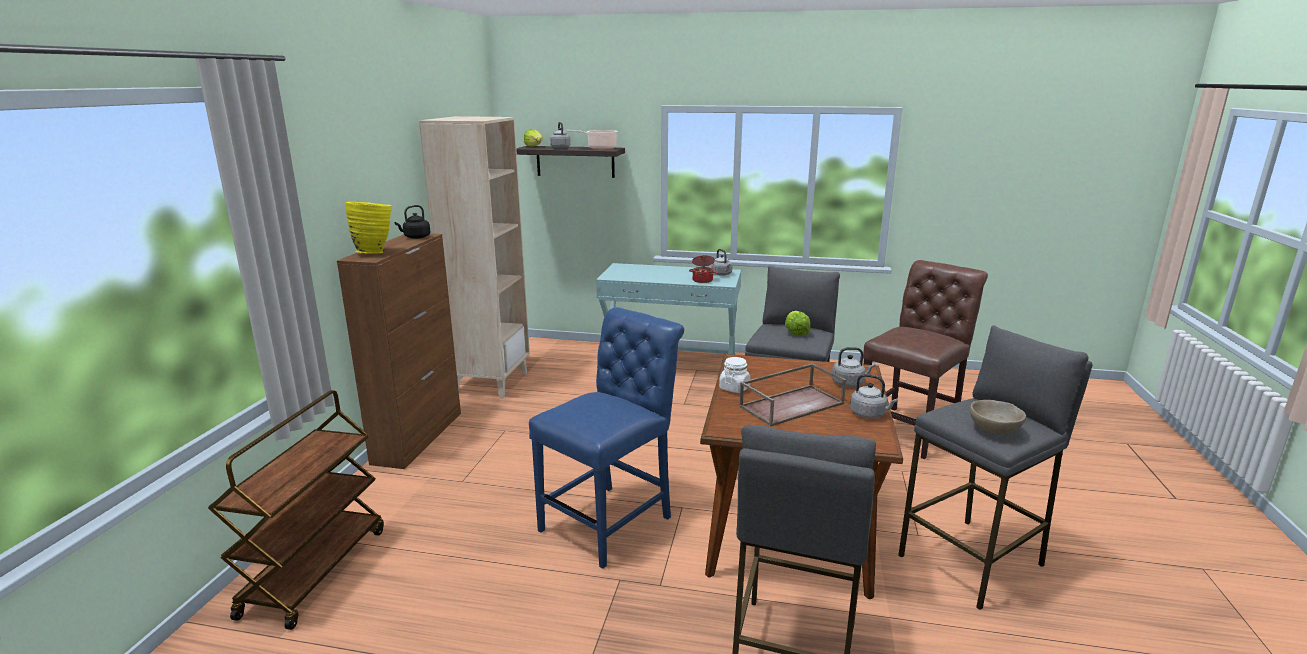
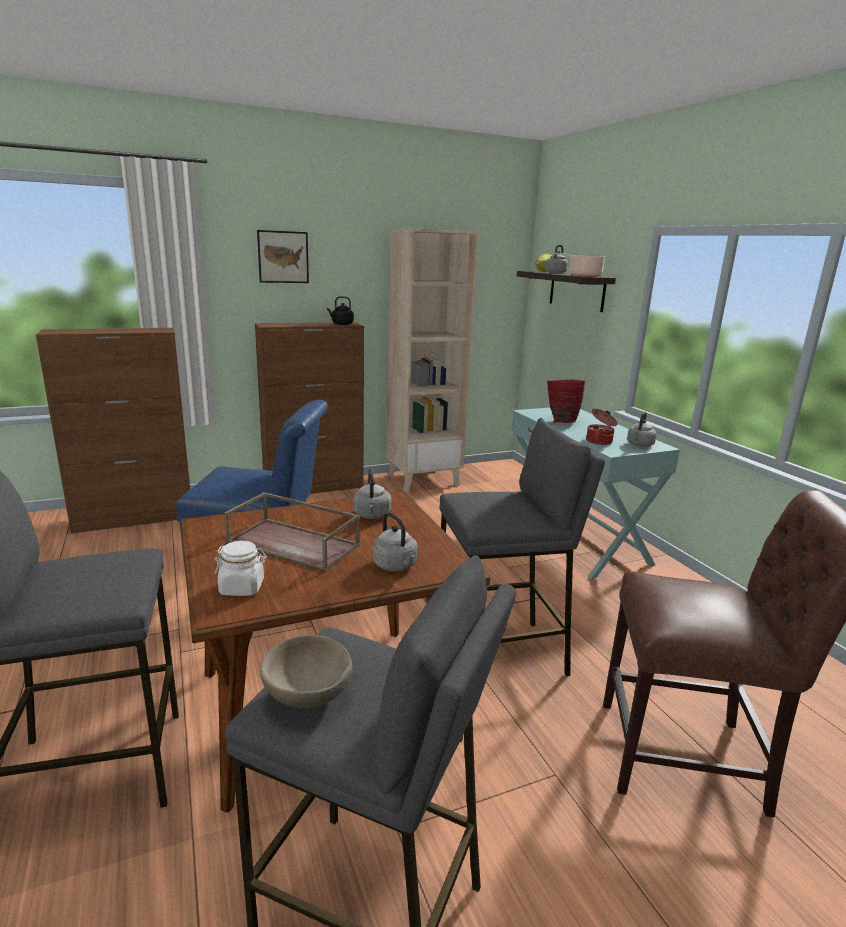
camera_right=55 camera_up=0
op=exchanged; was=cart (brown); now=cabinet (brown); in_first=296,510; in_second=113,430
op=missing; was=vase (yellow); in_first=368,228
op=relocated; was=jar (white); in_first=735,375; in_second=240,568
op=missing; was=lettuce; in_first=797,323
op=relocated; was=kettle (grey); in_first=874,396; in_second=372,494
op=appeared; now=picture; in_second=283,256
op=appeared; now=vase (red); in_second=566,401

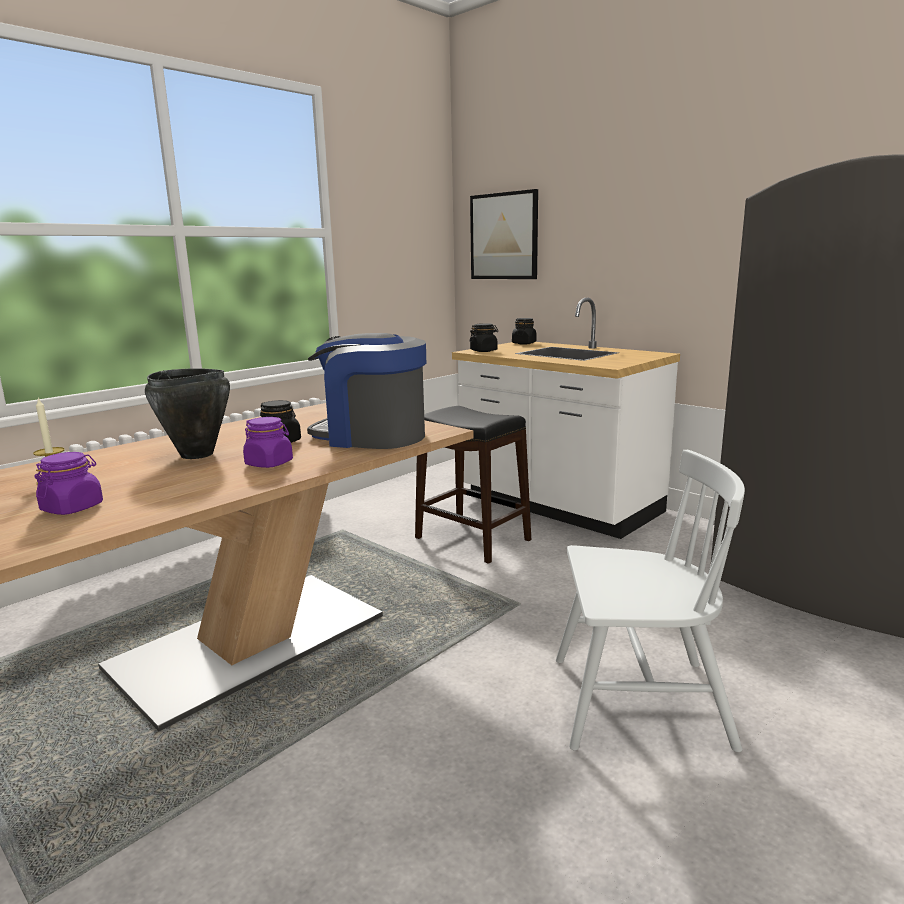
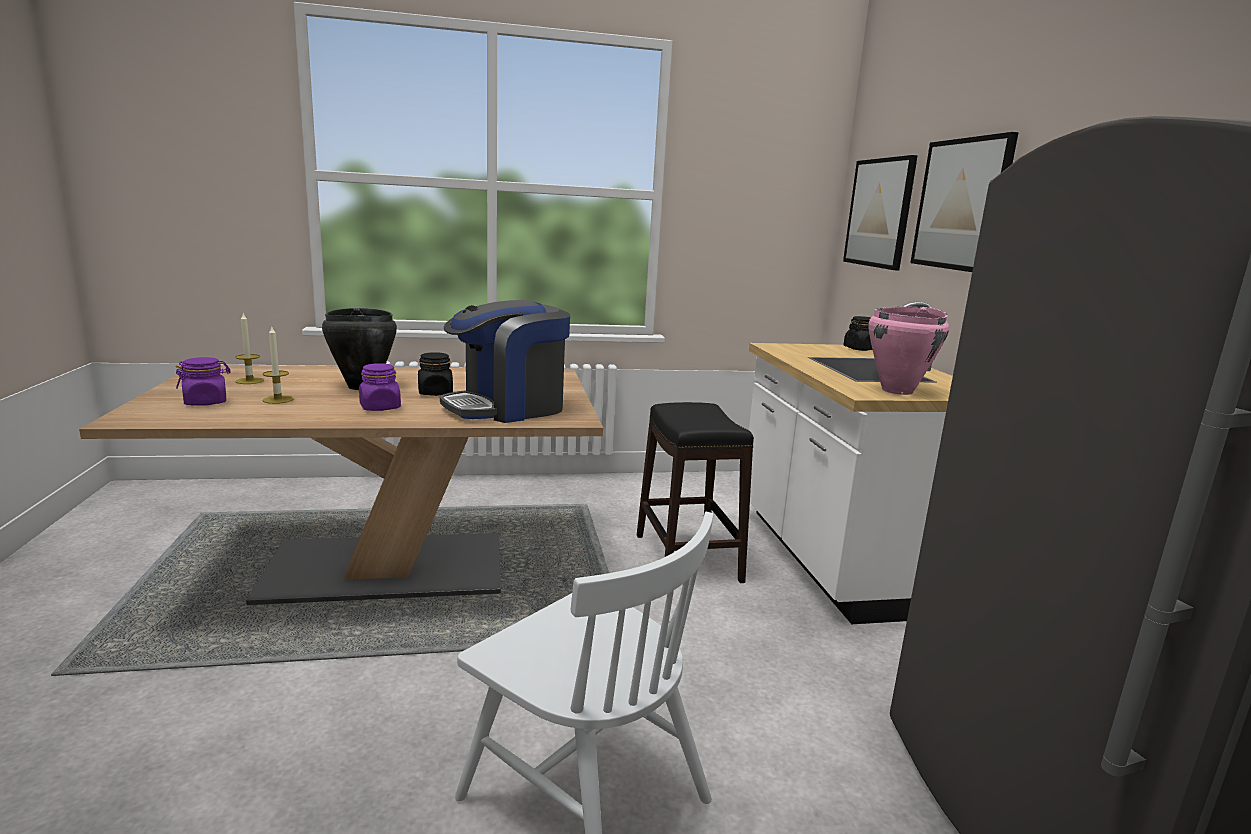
camera_right=35 camera_up=0
op=spun; was=coffee machine; in_first=366,391; in_second=505,361; clockwise=-90
op=missing; was=jar (black); in_first=484,337
op=appeared; now=candle; in_second=277,364
op=appeared; now=cooking pot (pink); in_second=908,351
op=appeared; now=picture; in_second=964,202

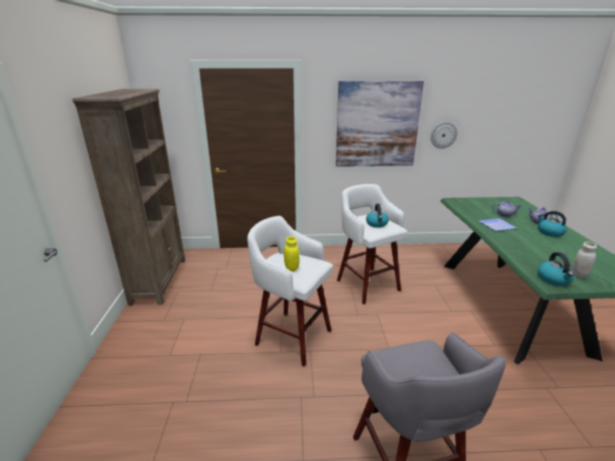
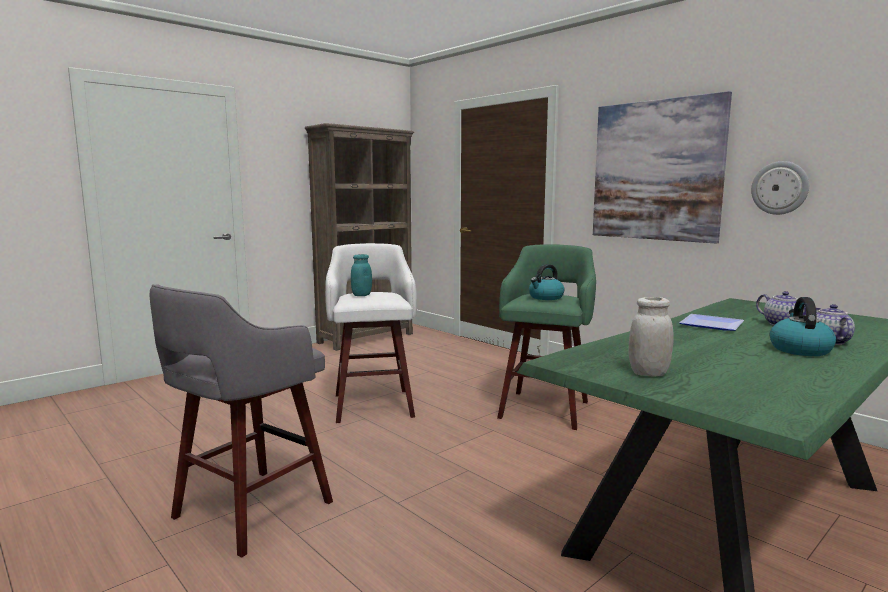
camera_right=50 camera_up=-15
op=colour; was=jar (yellow); now=jar (turquoise); in_first=291,254; in_second=361,275
op=colour; was=stool (white); now=stool (green); in_first=372,244; in_second=546,337
op=missing; was=kettle; in_first=556,269

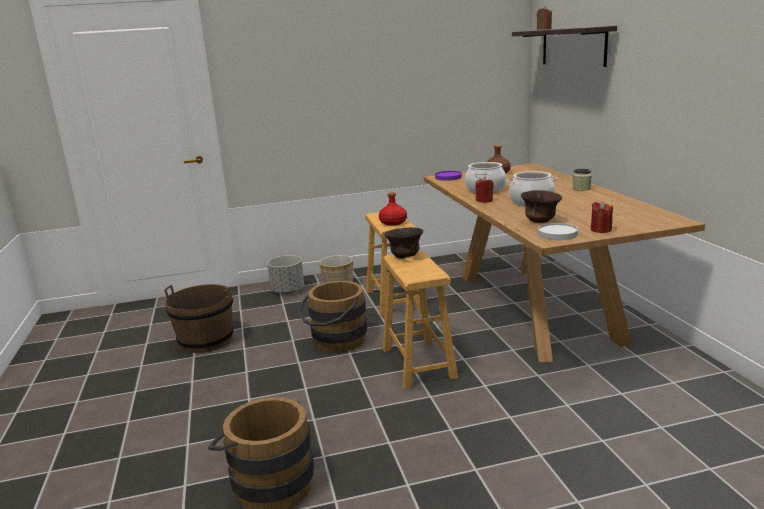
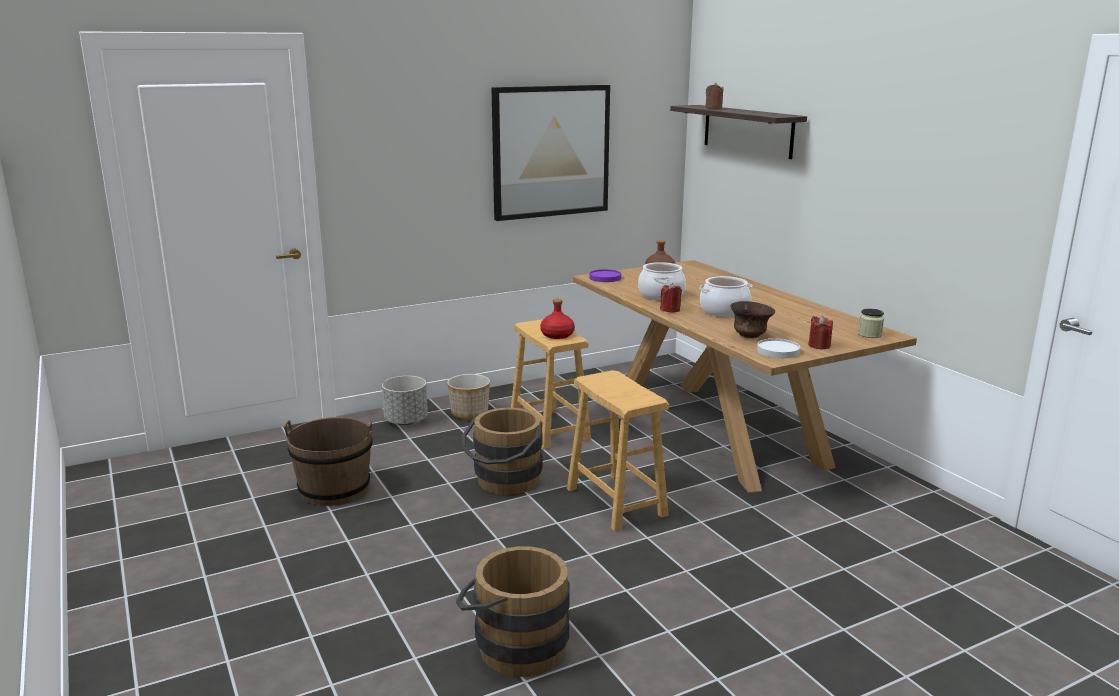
camera_right=-15 camera_up=0
op=missing; was=bowl (brown); in_first=403,243
op=relocated; was=jar; in_first=582,180; in_second=871,323
op=appeared; now=picture; in_second=550,153

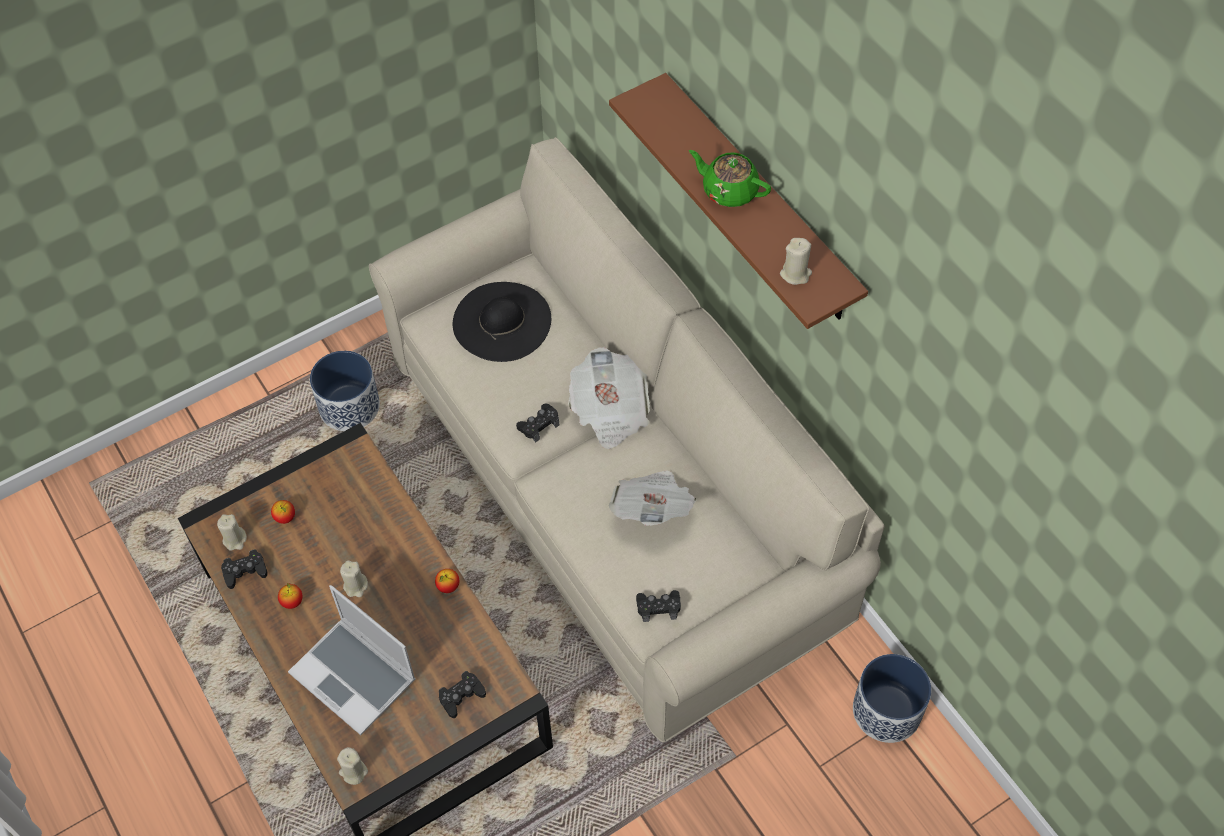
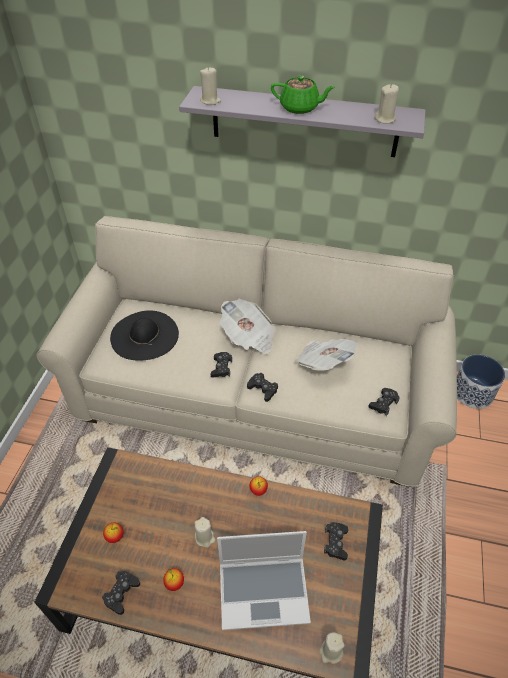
camera_right=-45 camera_up=-10
op=relocated; was=candle (beige); in_first=232,532; in_second=210,86
op=missing; was=planter; in_first=345,391
op=colour; was=shelf (brown); now=shelf (grey); in_first=738,201; in_second=302,121
op=spun; was=teapot (green); in_first=730,178; in_second=303,94; clockwise=-150
op=appeared; now=game controller (black); in_second=262,387

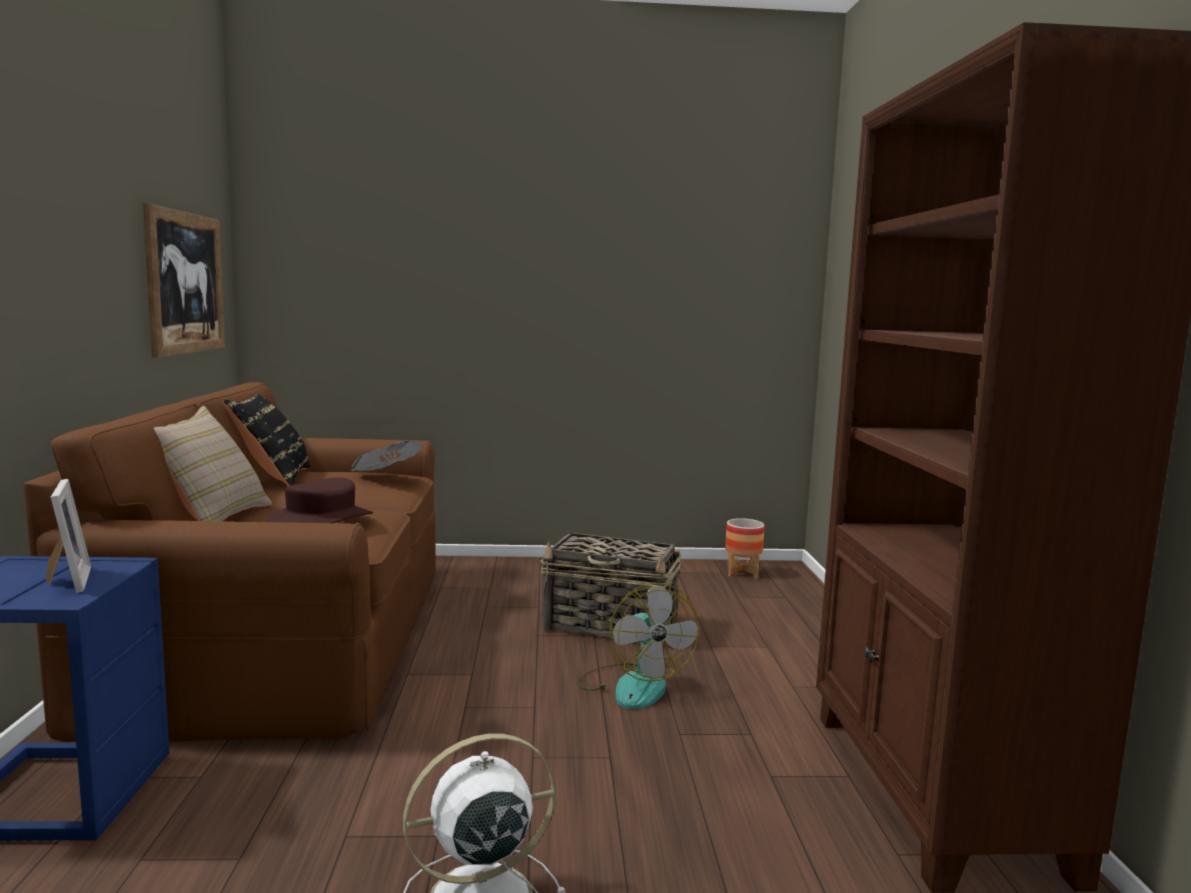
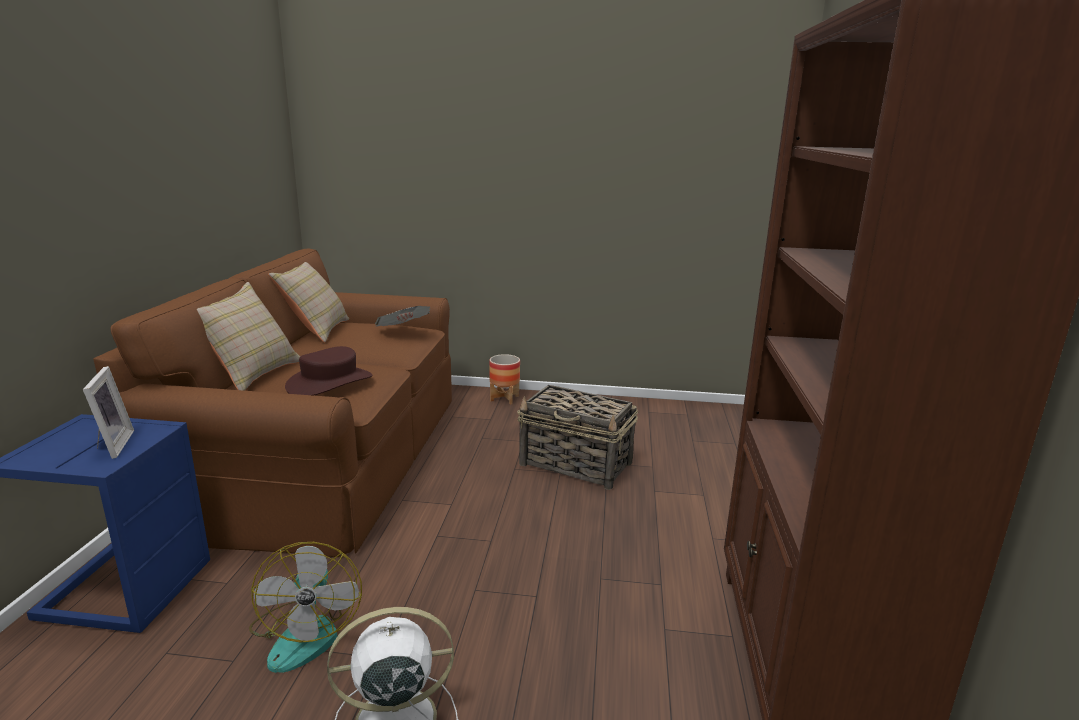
camera_right=10 camera_up=10
op=missing; was=picture; in_first=184,280
op=colour; was=pillow (black); now=pillow (beige); in_first=266,440; in_second=308,302
op=relocated; was=fan; in_first=637,646; in_second=305,607
op=relocated; was=planter; in_first=745,548; in_second=504,379

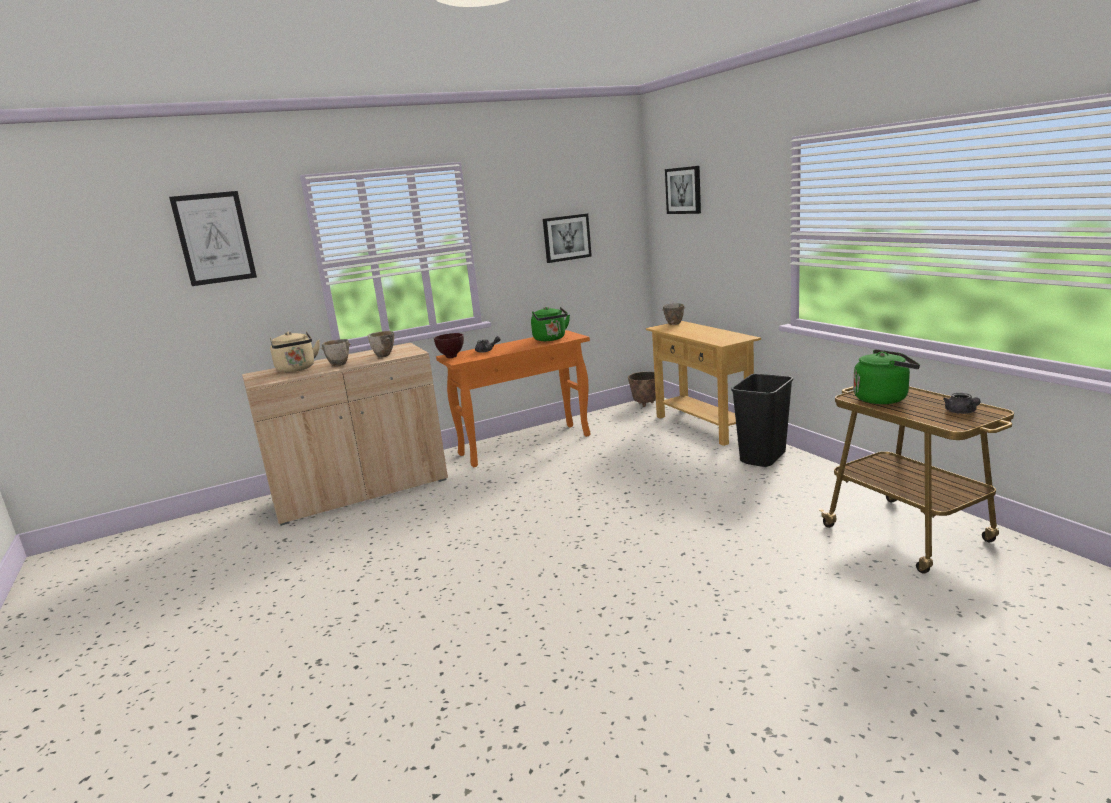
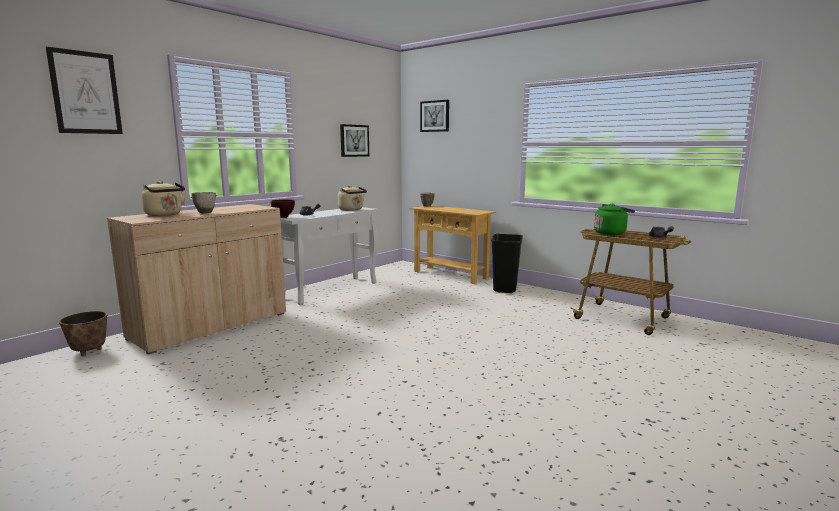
camera_right=-25 camera_up=-5
op=missing; was=bowl; in_first=381,344
op=colour; was=console table (orange); now=console table (white); in_first=513,398; in_second=330,256
op=colour; was=kettle (green); now=kettle (beige); in_first=550,324; in_second=352,198
op=relocated; was=planter; in_first=642,389; in_second=83,333

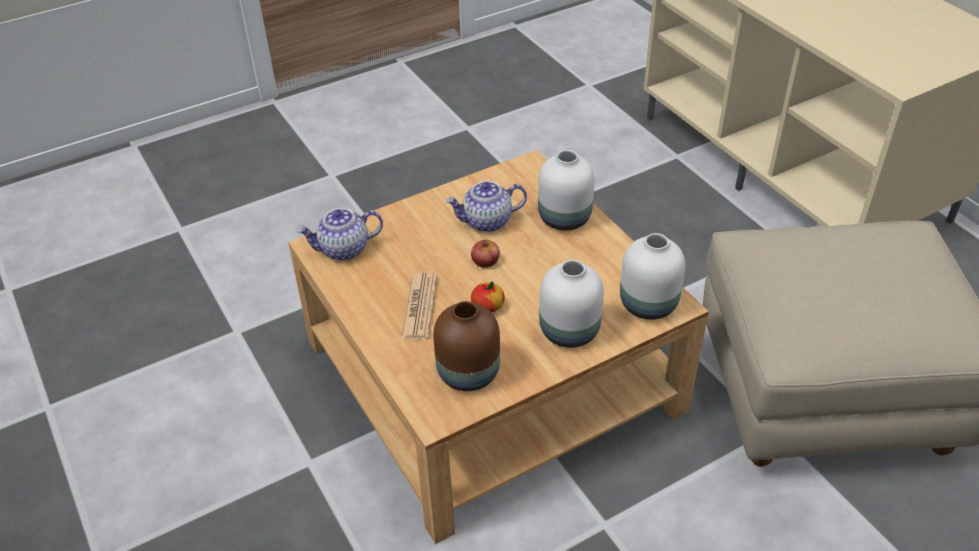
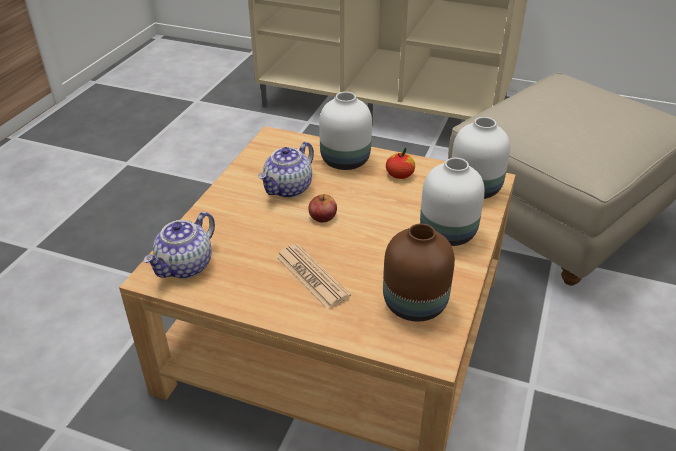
camera_right=-40 camera_up=-5
op=relocated; was=apple; in_first=488,297; in_second=400,163

